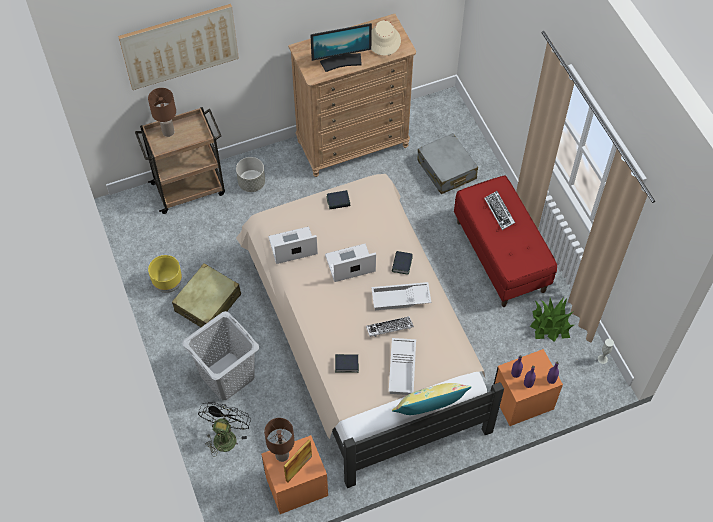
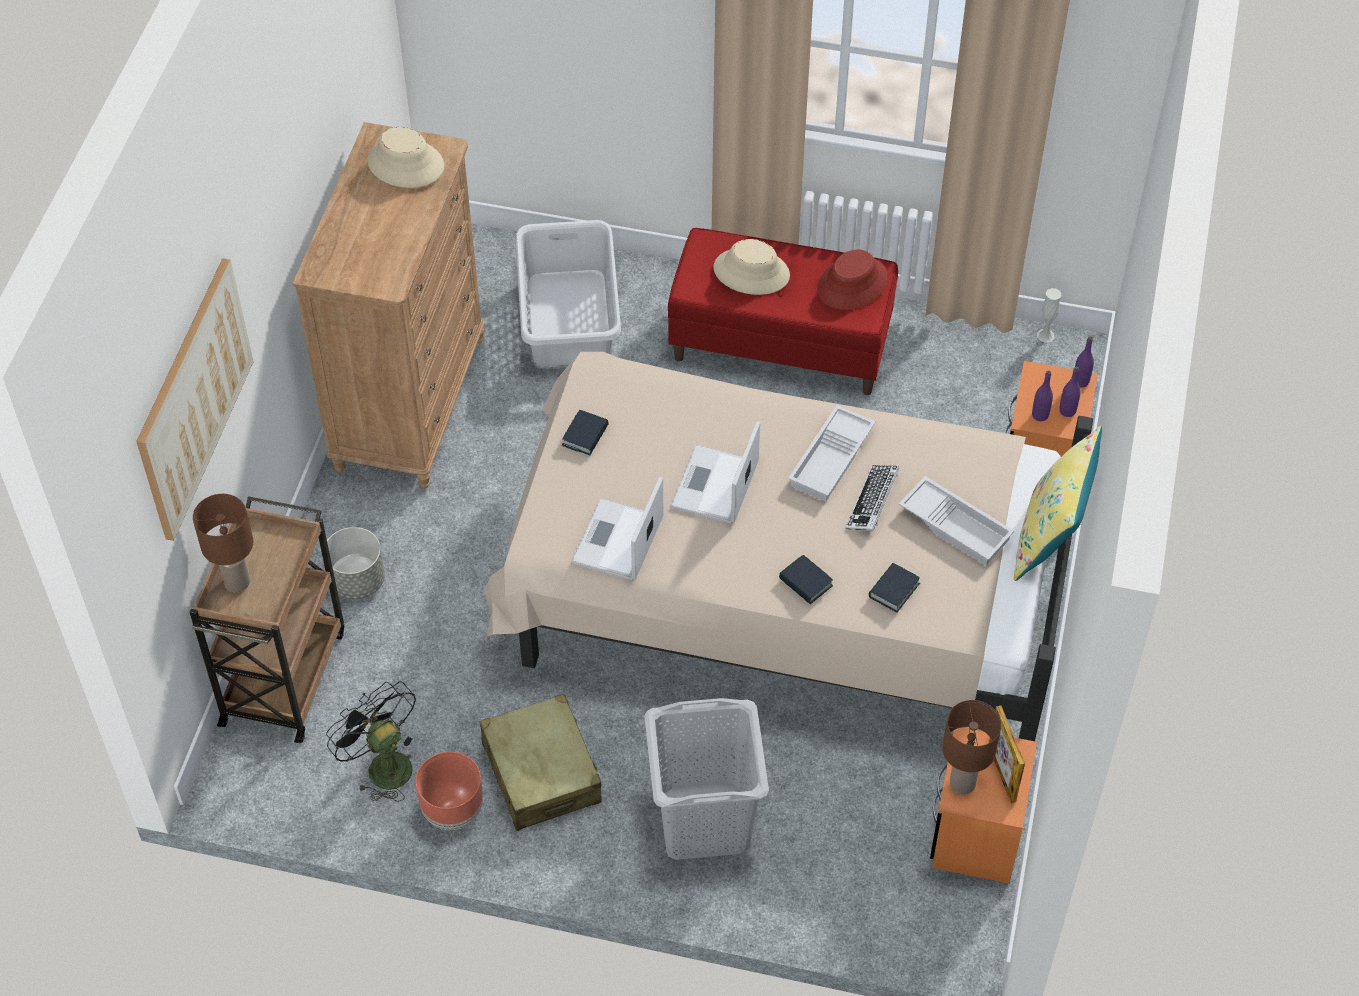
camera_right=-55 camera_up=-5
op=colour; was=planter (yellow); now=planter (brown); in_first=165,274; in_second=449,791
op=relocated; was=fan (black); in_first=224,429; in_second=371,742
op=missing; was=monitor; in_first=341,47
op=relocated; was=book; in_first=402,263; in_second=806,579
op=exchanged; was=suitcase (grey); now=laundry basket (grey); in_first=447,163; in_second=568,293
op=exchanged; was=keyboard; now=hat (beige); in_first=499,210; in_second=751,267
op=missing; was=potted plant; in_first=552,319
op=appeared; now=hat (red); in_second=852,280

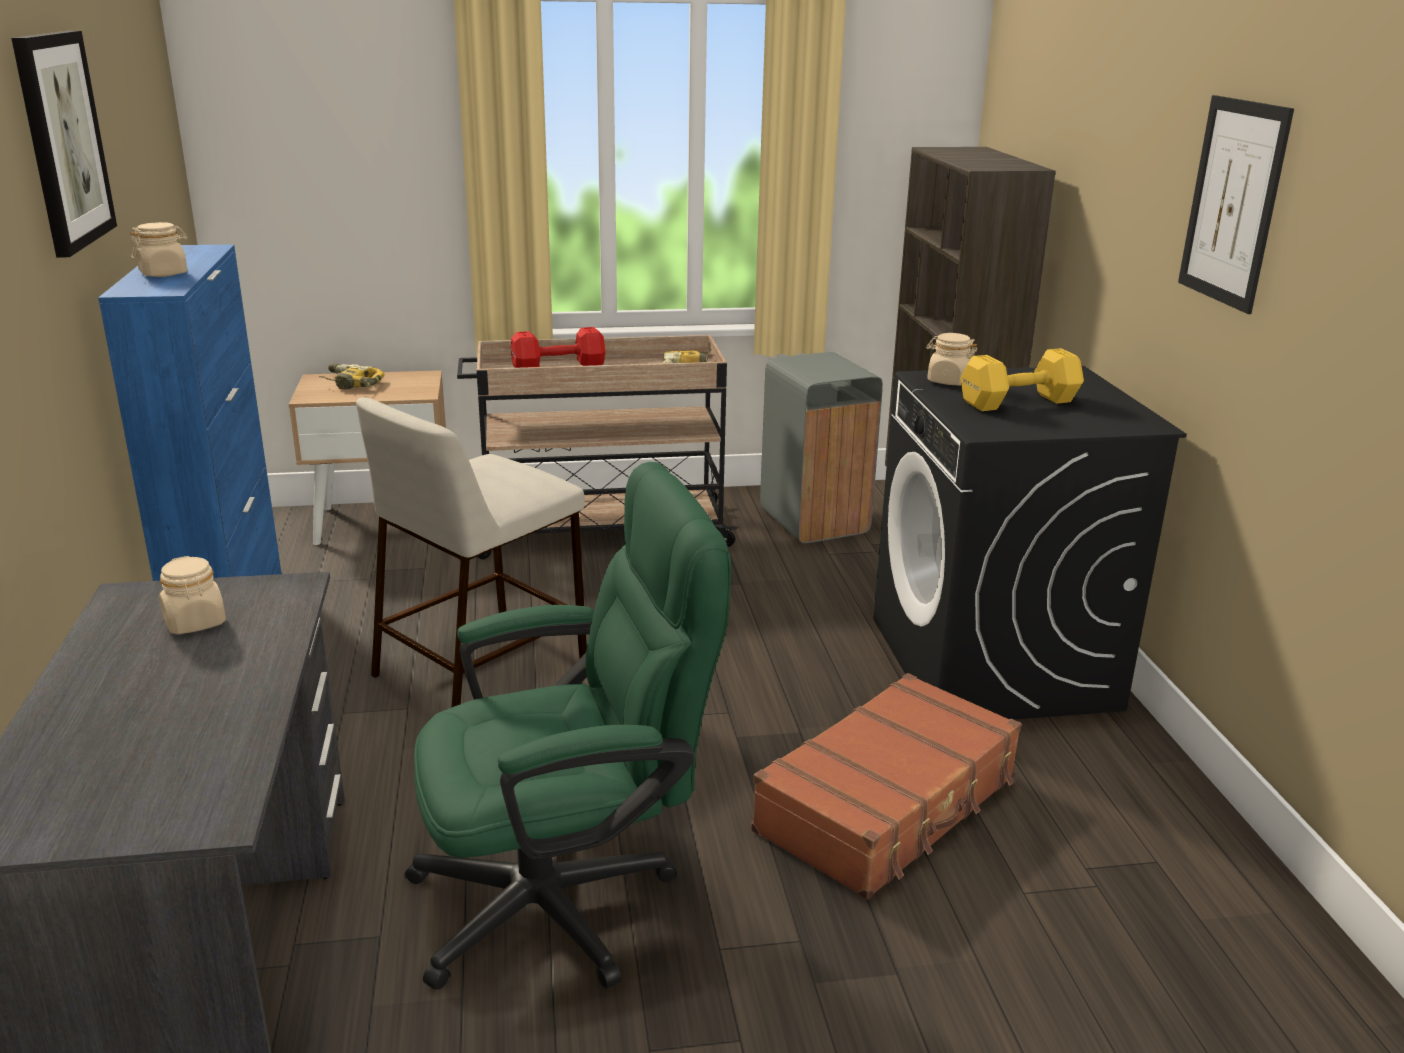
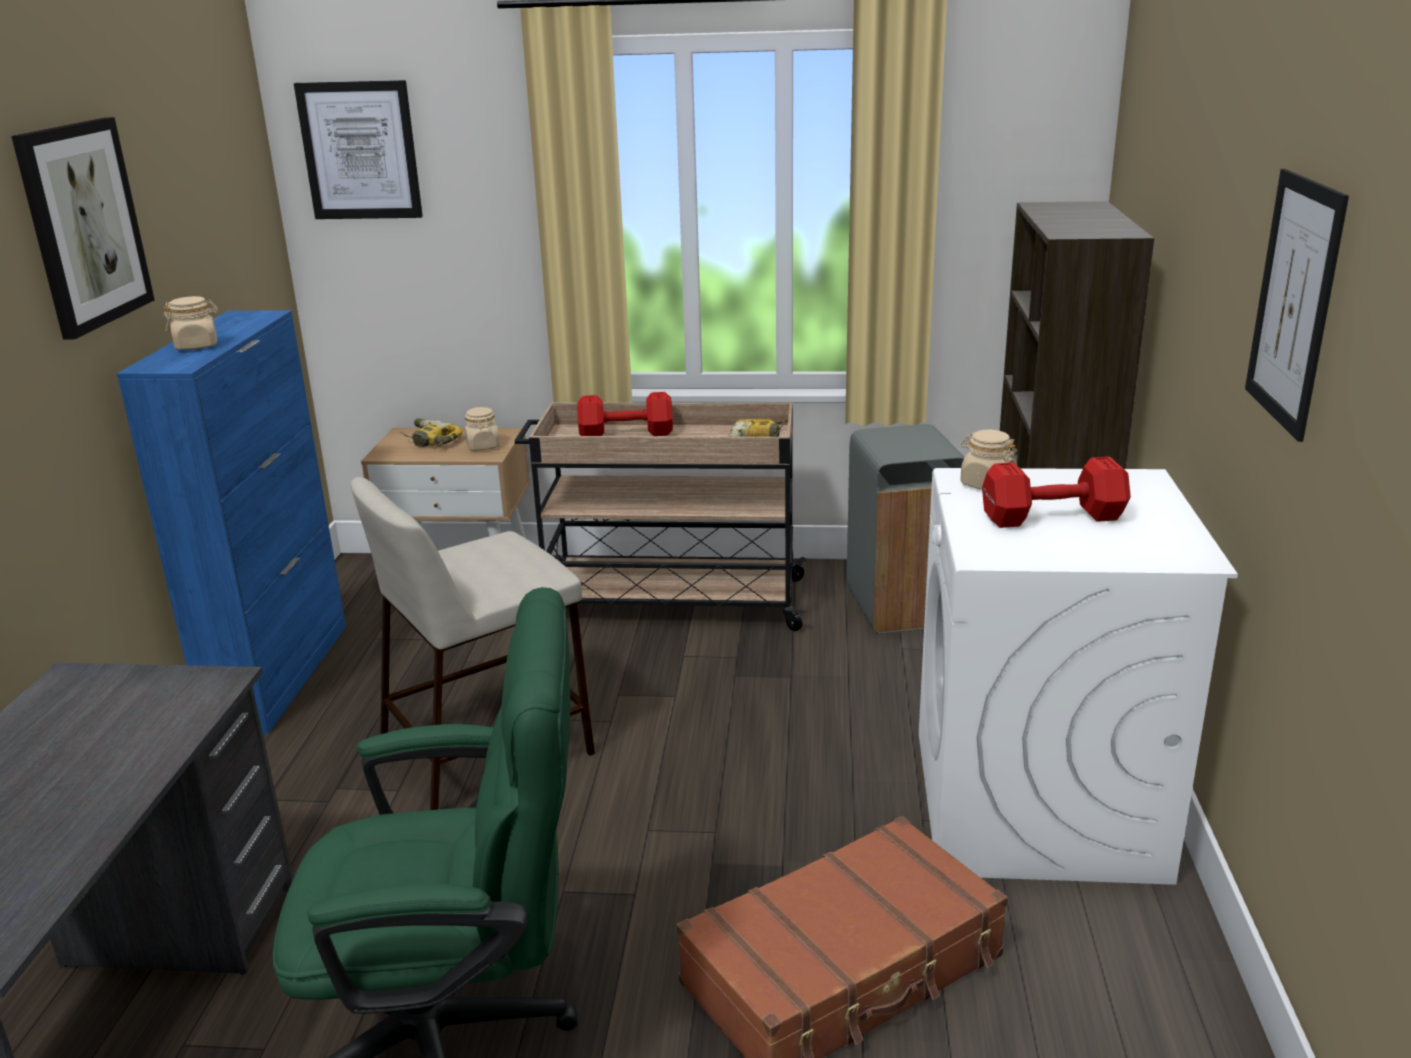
camera_right=15 camera_up=0
op=relocated; was=jar (beige); in_first=192,595; in_second=482,429
op=colour; was=washing machine (black); now=washing machine (white); in_first=1030,543; in_second=1078,676
op=colour; was=dumbbell (yellow); now=dumbbell (red); in_first=1022,379; in_second=1056,492
op=appeared; now=picture; in_second=358,149

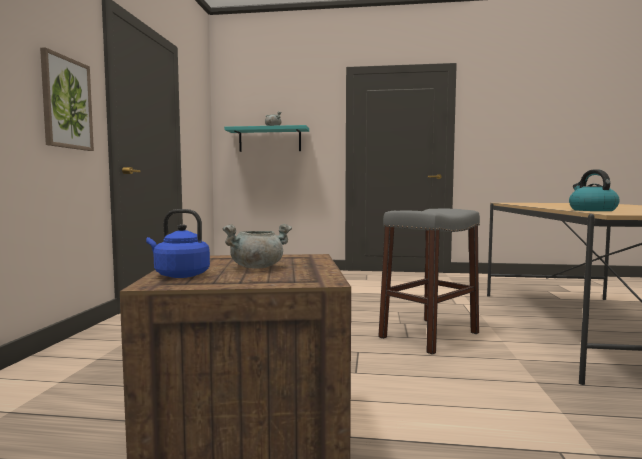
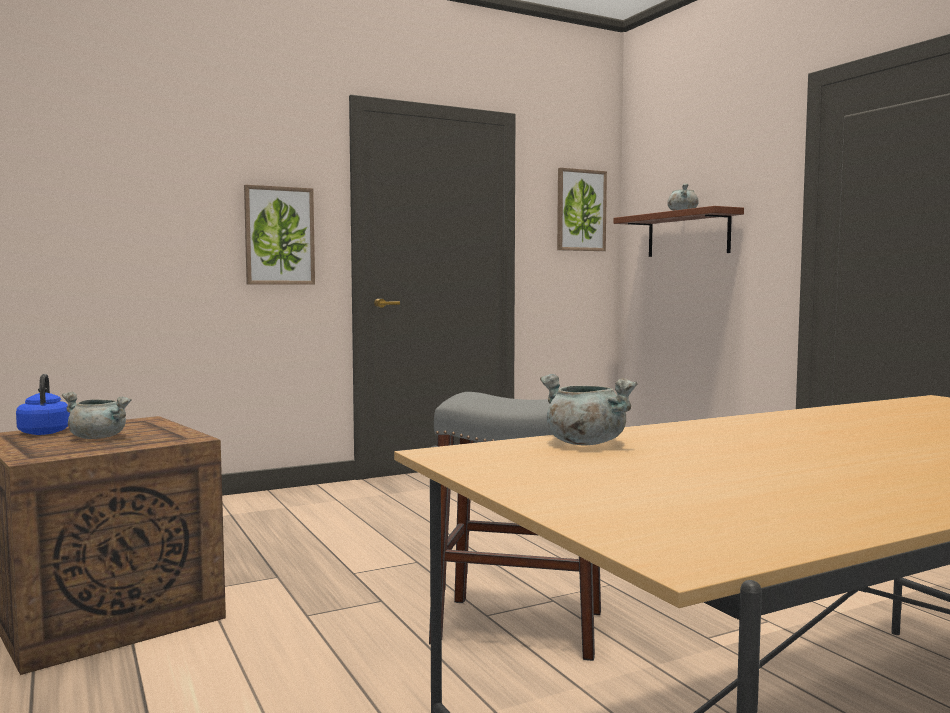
camera_right=55 camera_up=0
op=colour; was=shelf (turquoise); now=shelf (brown); in_first=266,138; in_second=679,231
op=exchanged; was=kettle; now=cooking pot (grey); in_first=594,190; in_second=588,410
op=appeared; now=picture; in_second=582,209

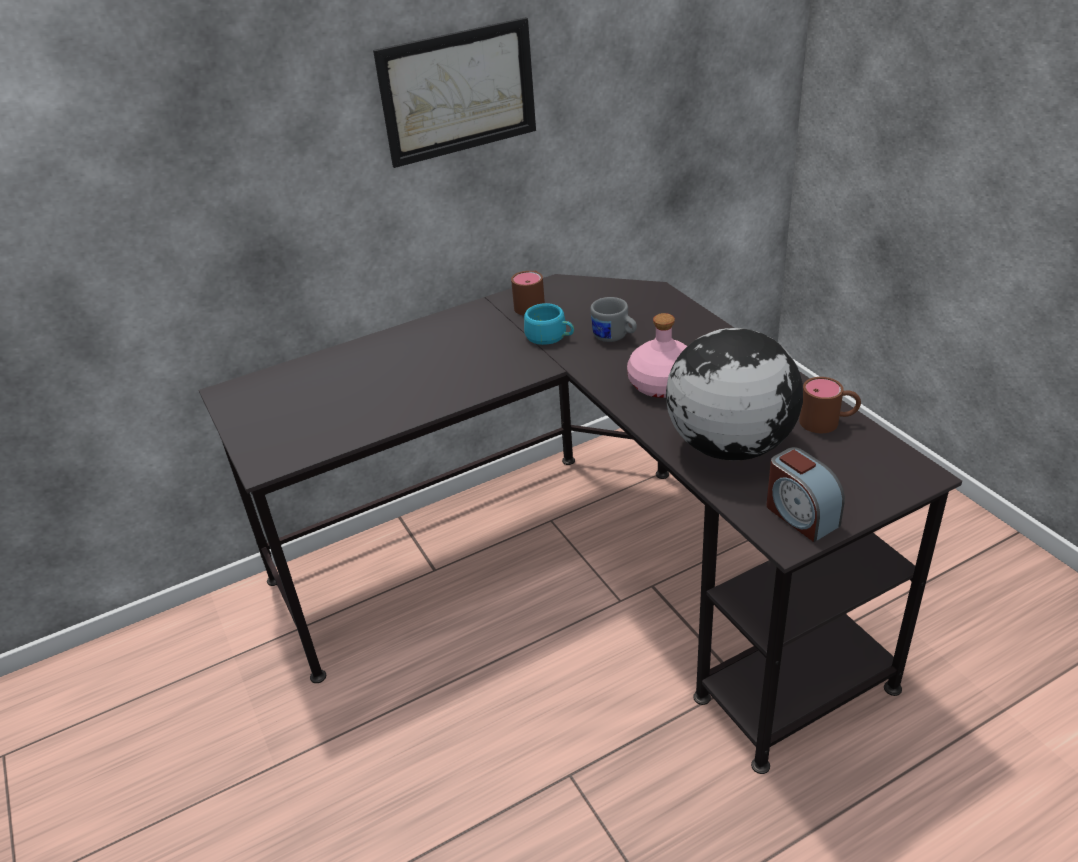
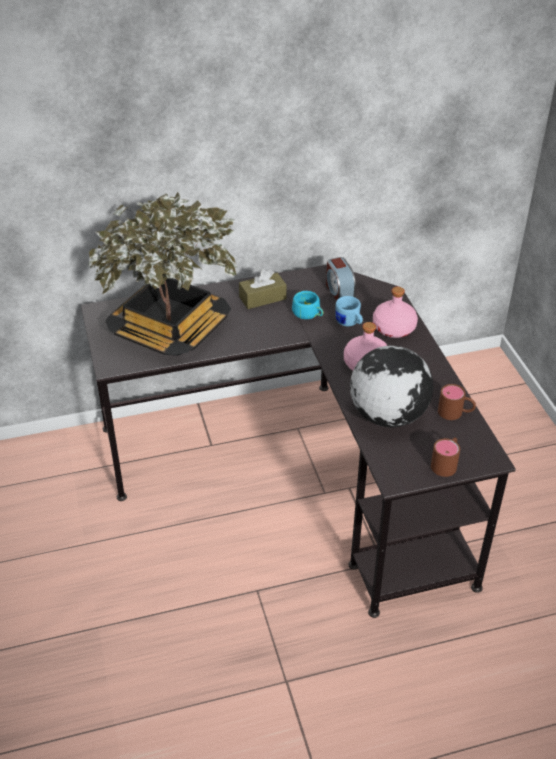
camera_right=10 camera_up=5
op=missing; was=picture; in_first=454,92
op=relocated; was=mug (brown); in_first=528,293; in_second=445,457
op=colour; was=mug (grey); now=mug (blue); in_first=613,319; in_second=349,311
op=relocated; was=alarm clock; in_first=805,494; in_second=341,279
op=appeared; now=potted plant; in_second=162,274
op=appeared; now=tissue box (brown); in_second=263,289
op=appeared; now=bottle (pink); in_second=395,312

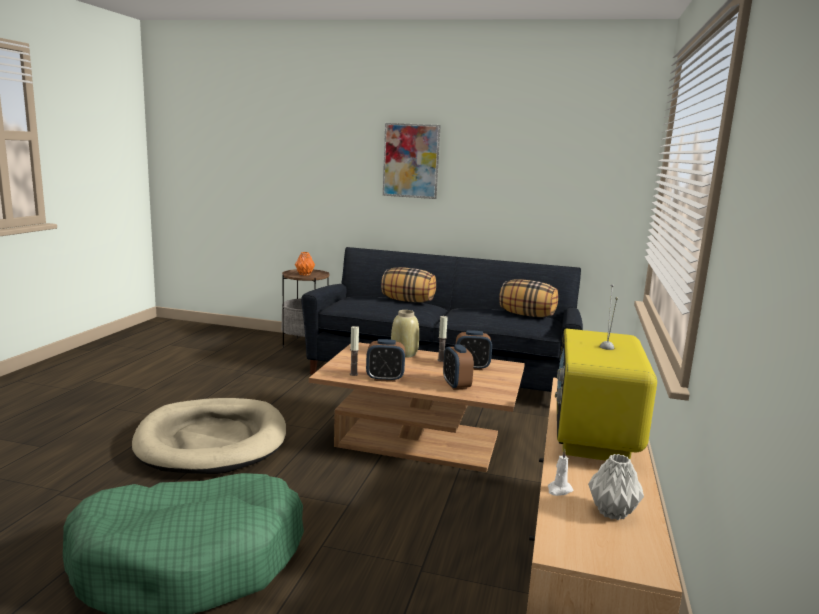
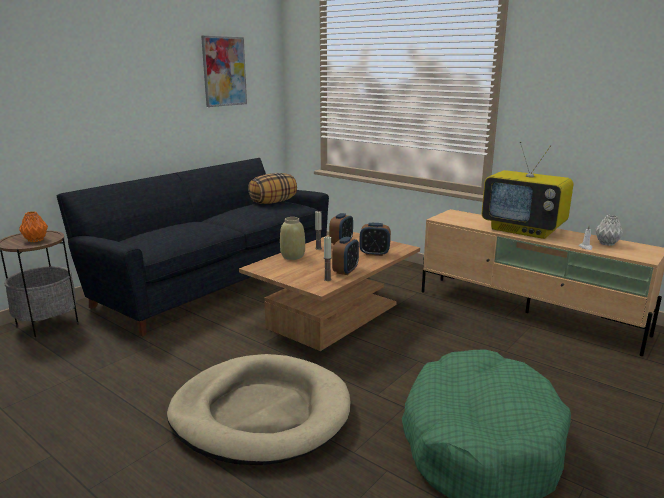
camera_right=-65 camera_up=5
op=missing; was=pillow; in_first=408,285
op=relocated; was=picture; in_first=412,161; in_second=224,71

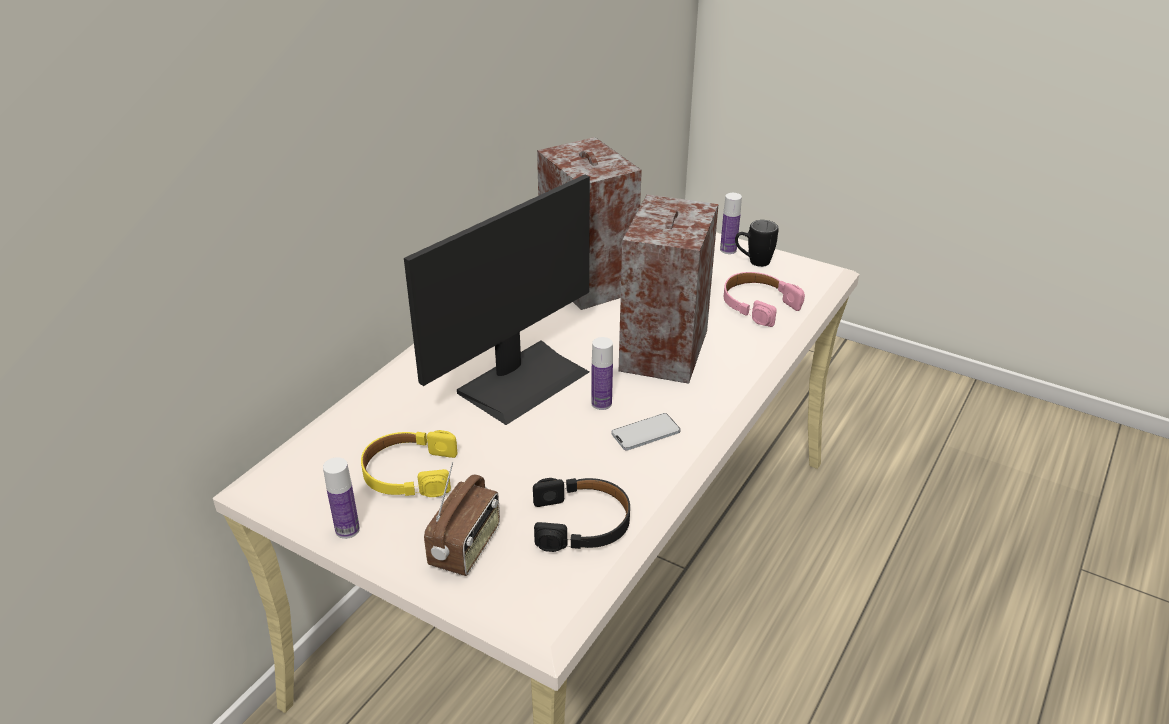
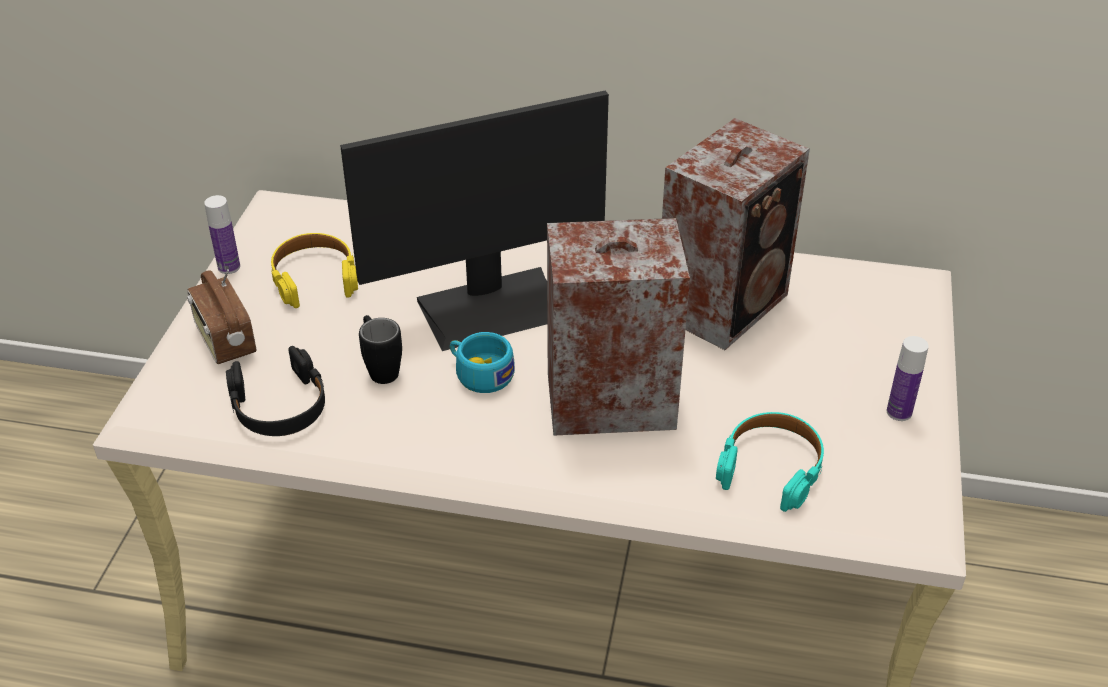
camera_right=70 camera_up=5
op=spun; was=monitor; in_first=497,299; in_second=474,221; clockwise=-45
op=spun; was=radio; in_first=462,519; in_second=221,316; clockwise=60
op=exchanged; was=bottle; now=cup (turquoise); in_first=602,373; in_second=482,362
op=missing; was=phone; in_first=646,432
op=colour; was=headphones (pink); now=headphones (turquoise); in_first=764,299; in_second=770,462
op=relocated; was=mug (black); in_first=757,243; in_second=380,349

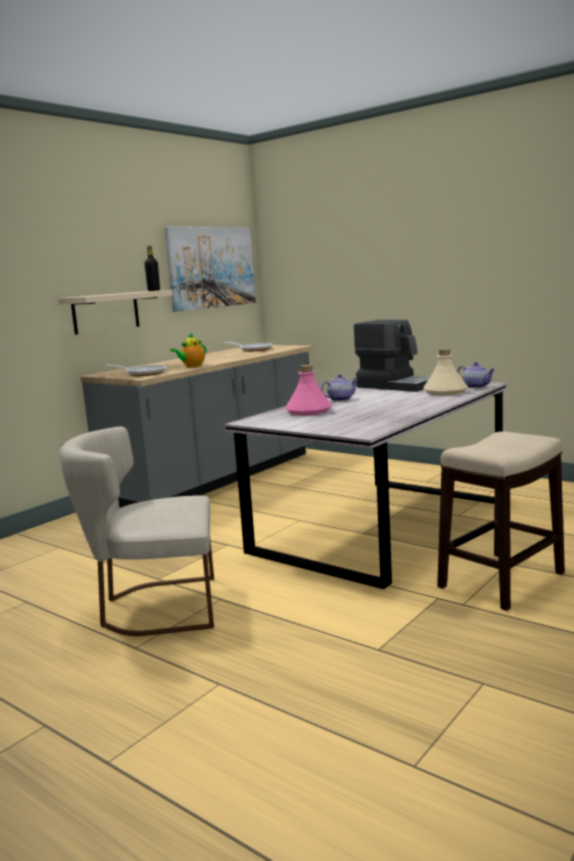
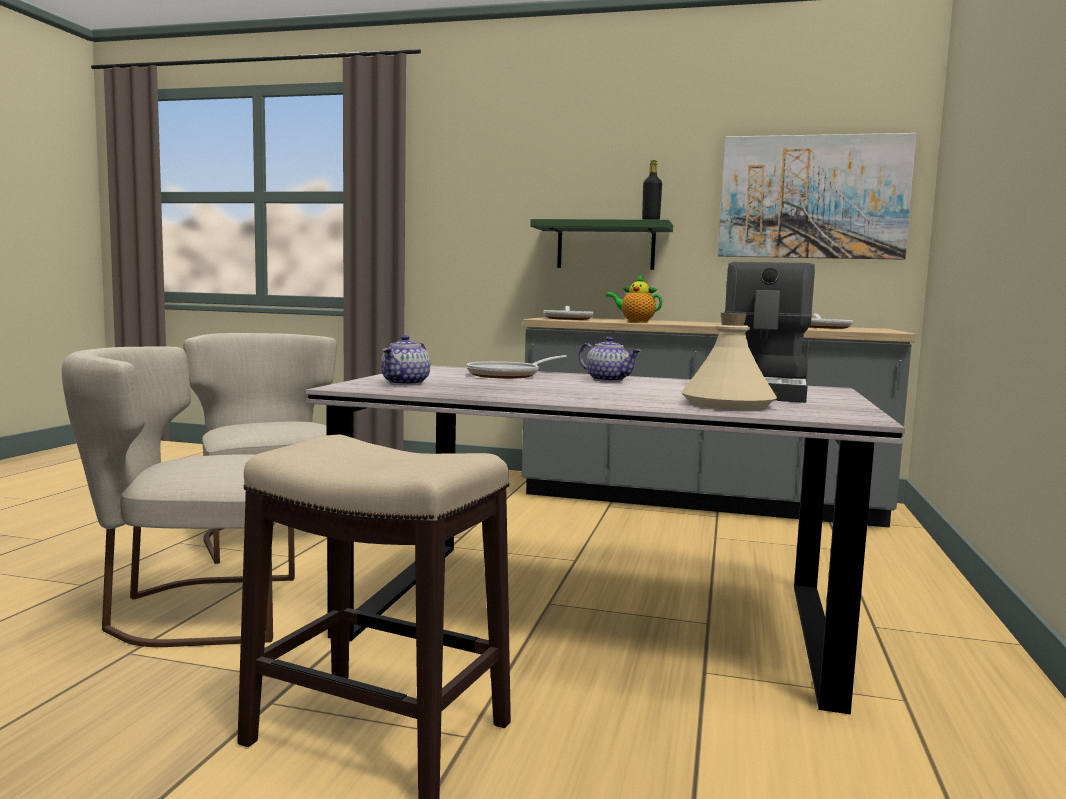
camera_right=65 camera_up=-5
op=colour; was=shelf (beige); now=shelf (green); in_first=115,312; in_second=601,244
op=exchanged; was=bottle (pink); now=frying pan; in_first=308,390; in_second=517,367
op=relocated; was=teapot; in_first=476,375; in_second=405,360
op=appeared; now=chair (beige); in_second=178,497

